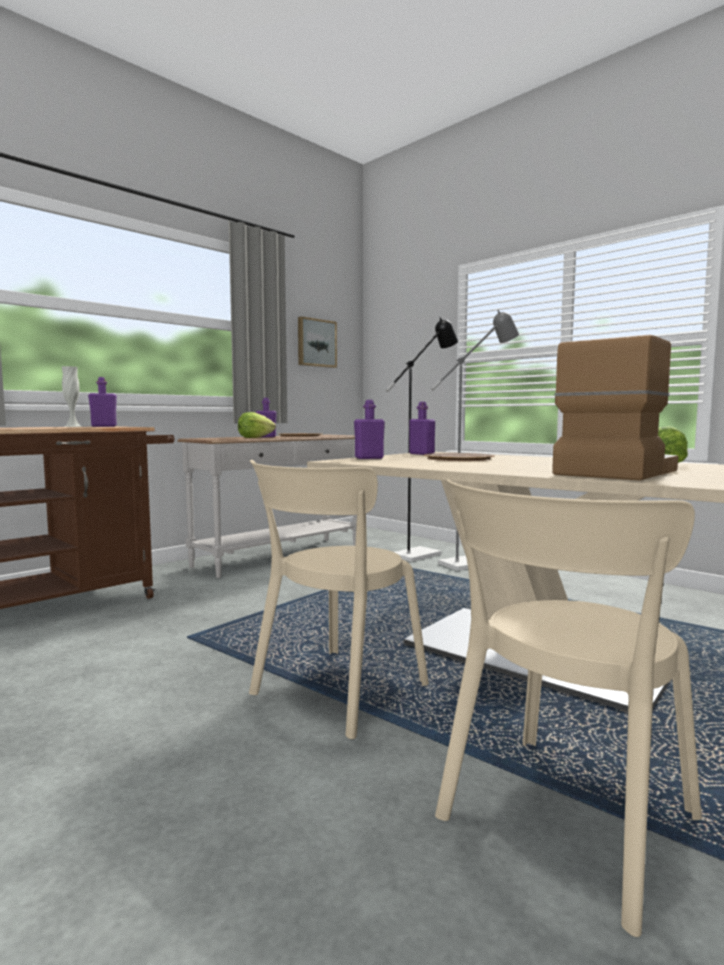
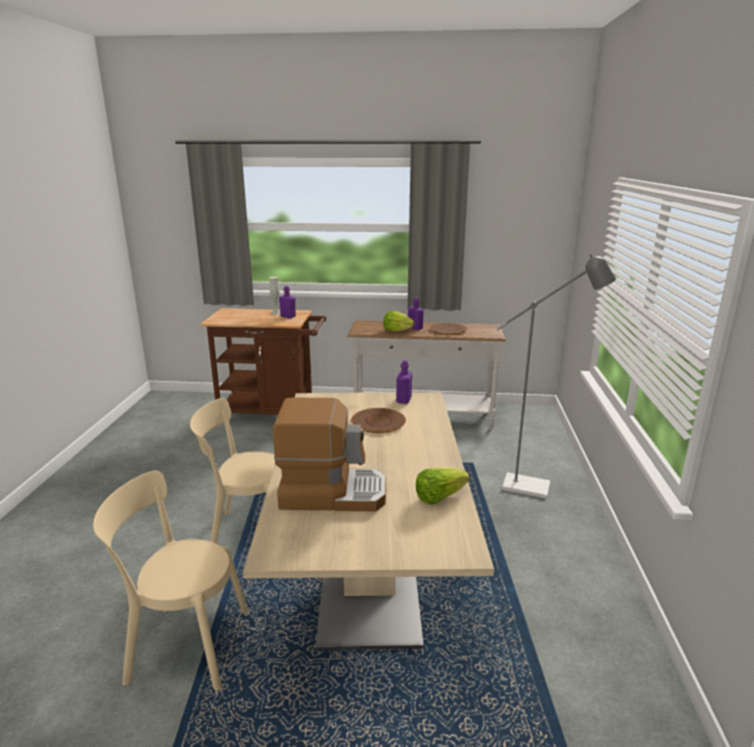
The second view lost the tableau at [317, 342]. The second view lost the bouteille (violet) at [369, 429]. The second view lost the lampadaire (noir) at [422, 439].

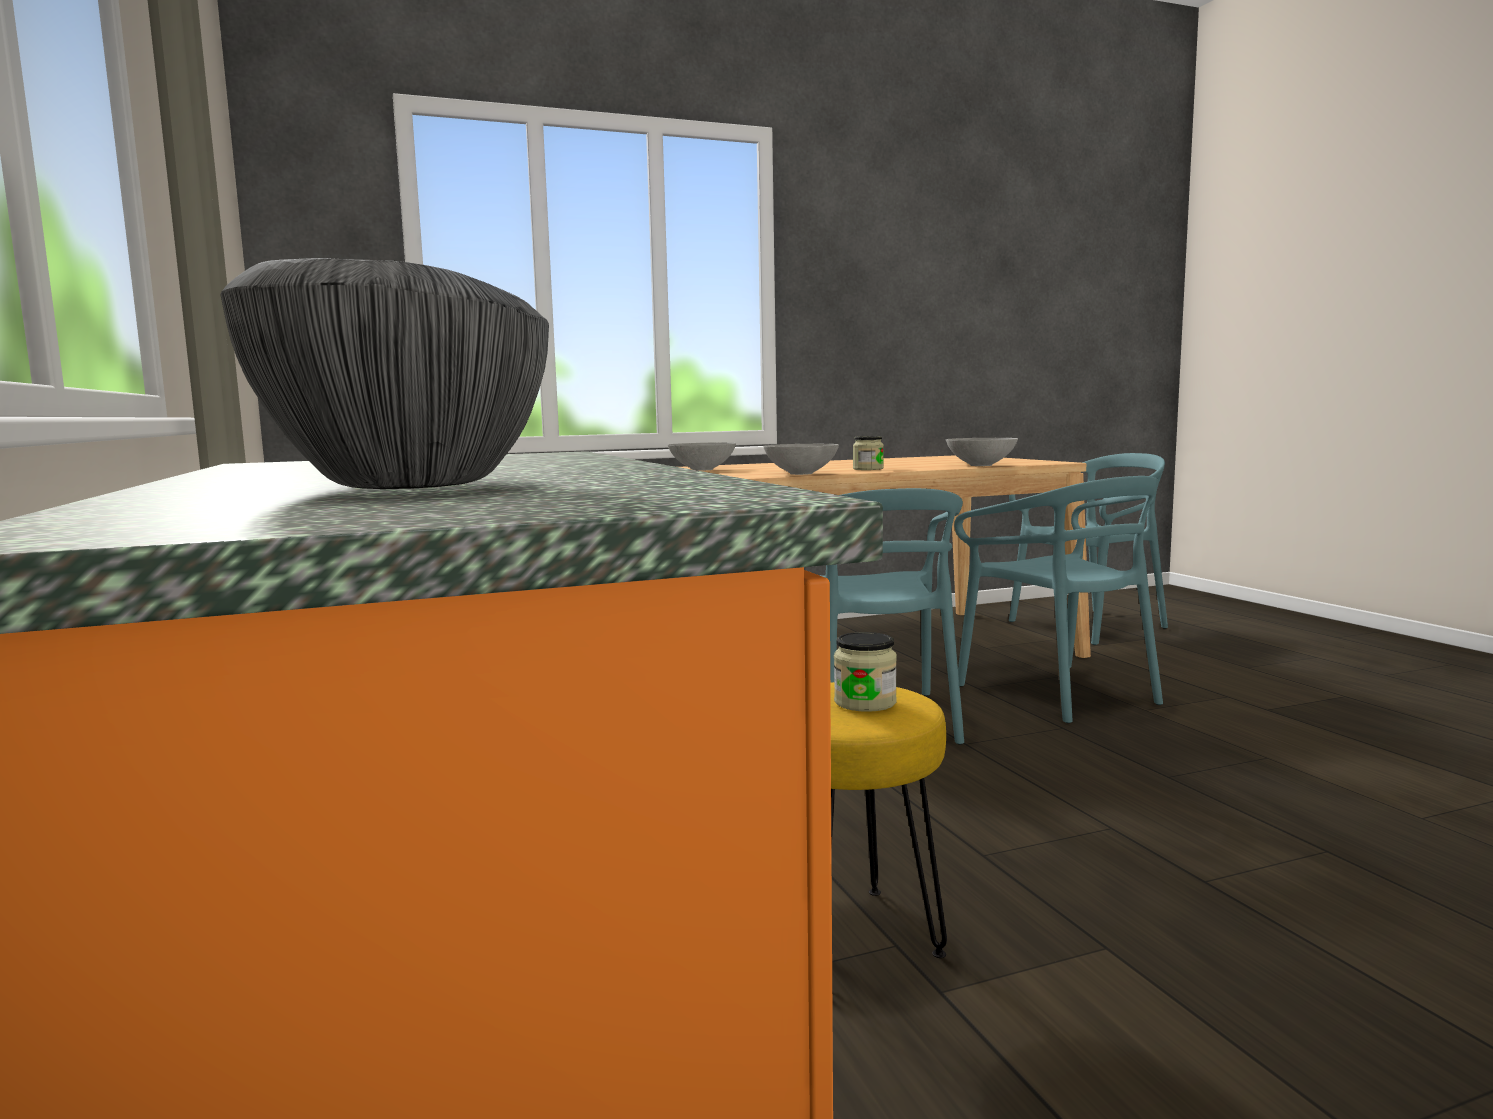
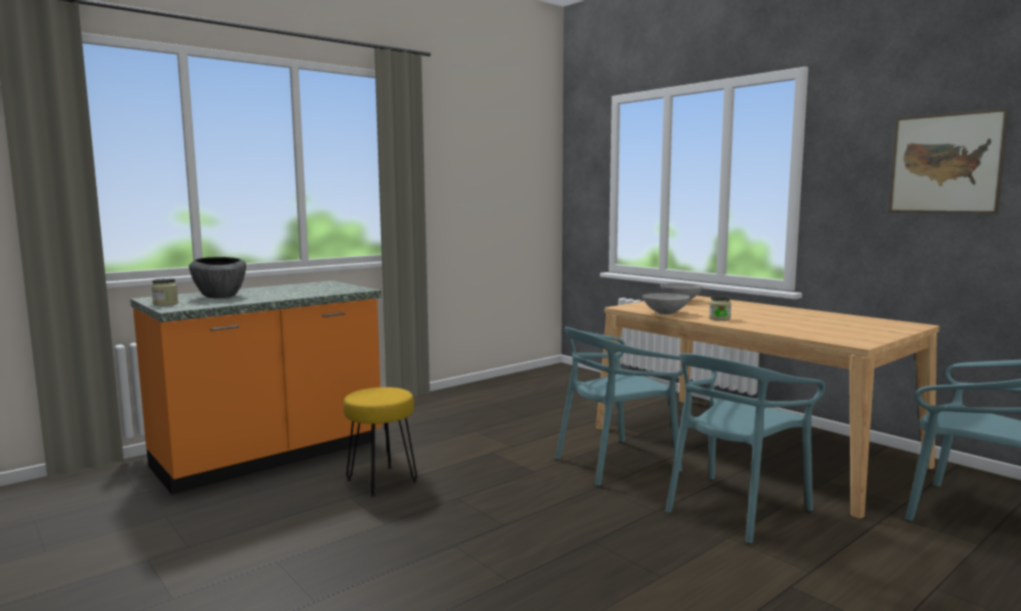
The bocal ended up elsewhere, having gone from [865, 672] to [164, 292]. The second view gained the tableau at [948, 161]. The second view lost the bol (gris) at [982, 452].

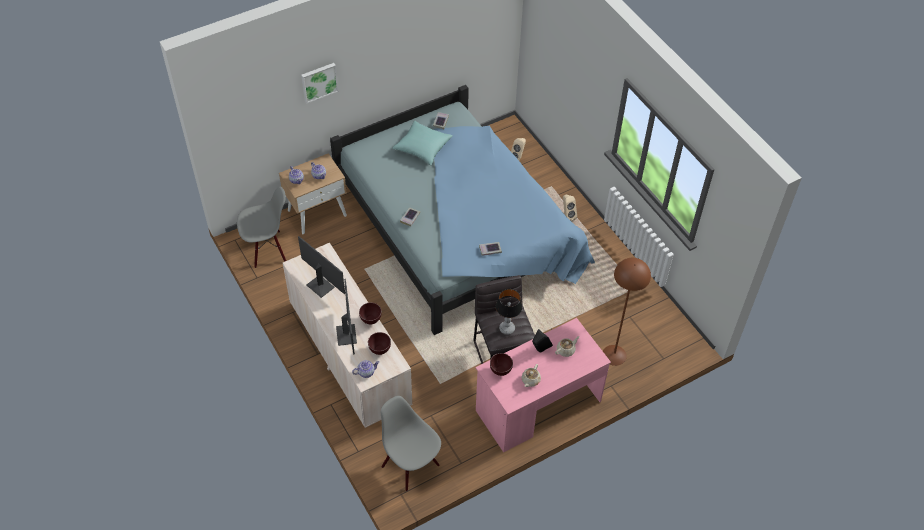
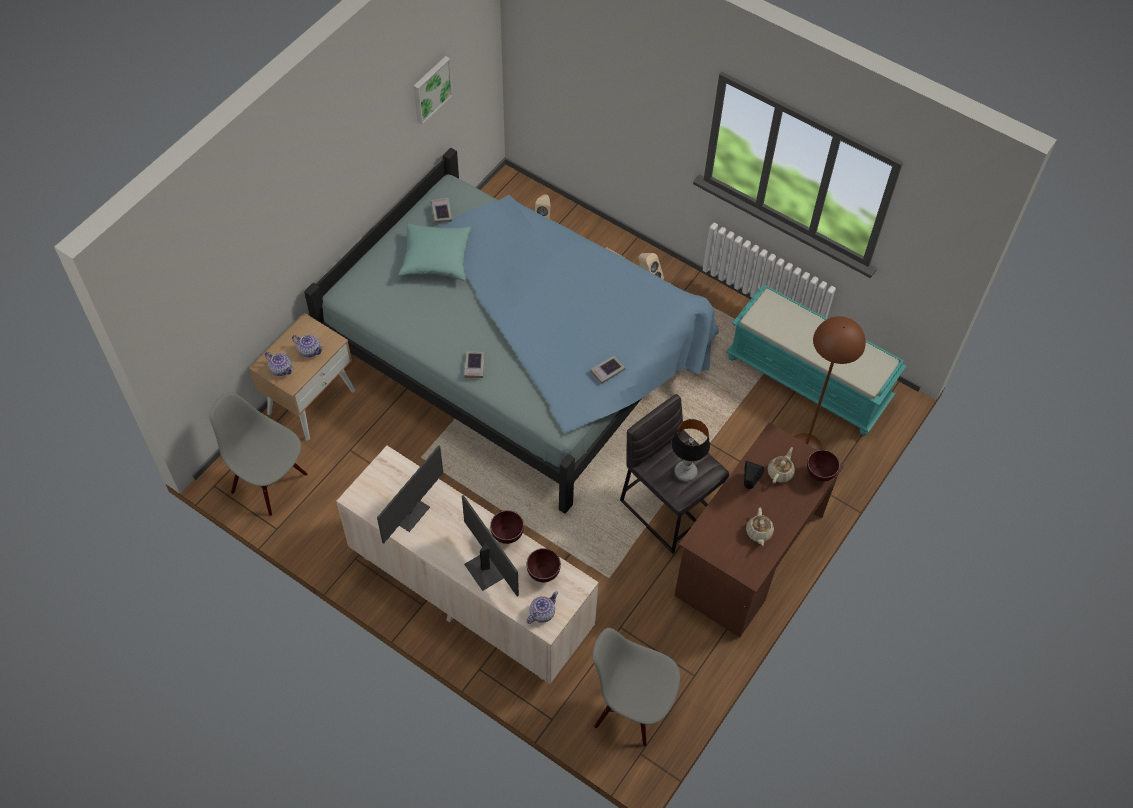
The chaise (gris) at [261, 227] ended up facing another way, 105 degrees counterclockwise from before. The écran d'ordinateur at [321, 267] ended up facing another way, 105 degrees clockwise from before. The tableau ended up elsewhere, having gone from [319, 83] to [433, 90]. What was the bureau (rose) at [543, 385] turned into the bureau (marron) at [759, 529]. The second view gained the banc (turquoise) at [816, 360]. The bol (marron) ended up elsewhere, having gone from [501, 364] to [823, 466].

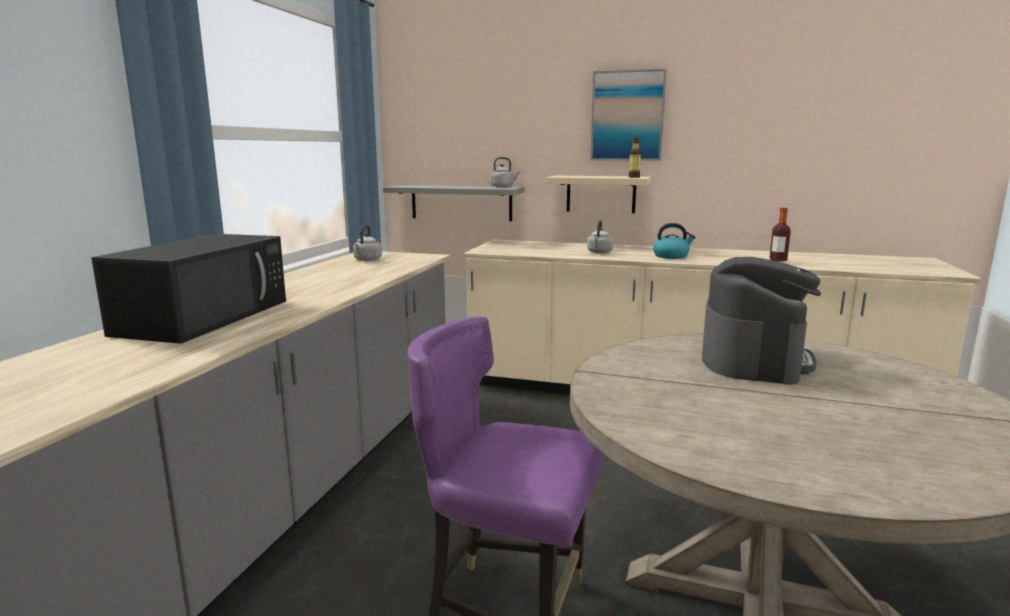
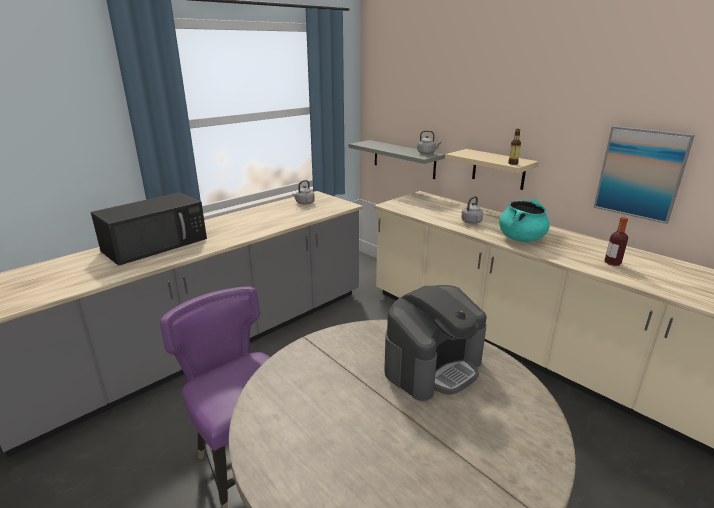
Where the bouilloire stood at [674, 241], the marmite (turquoise) came to stand at [524, 221]. The tableau ended up elsewhere, having gone from [628, 115] to [644, 175].

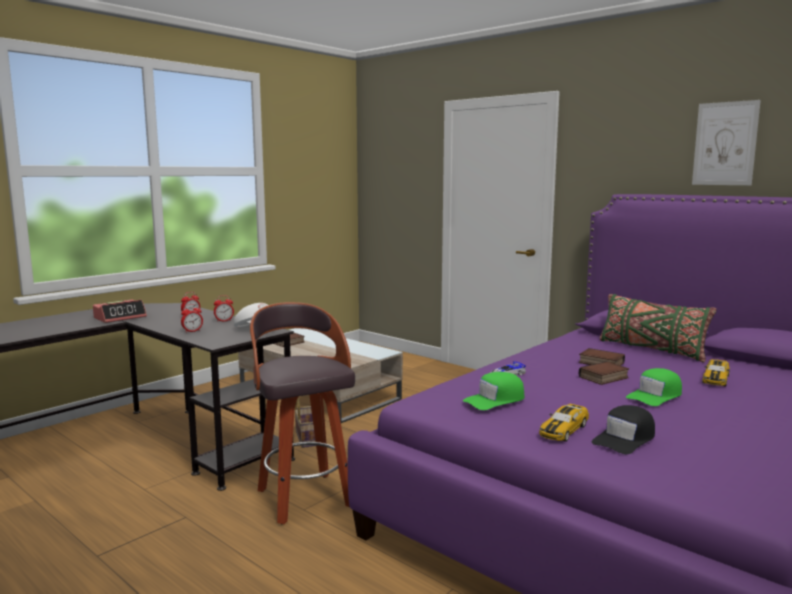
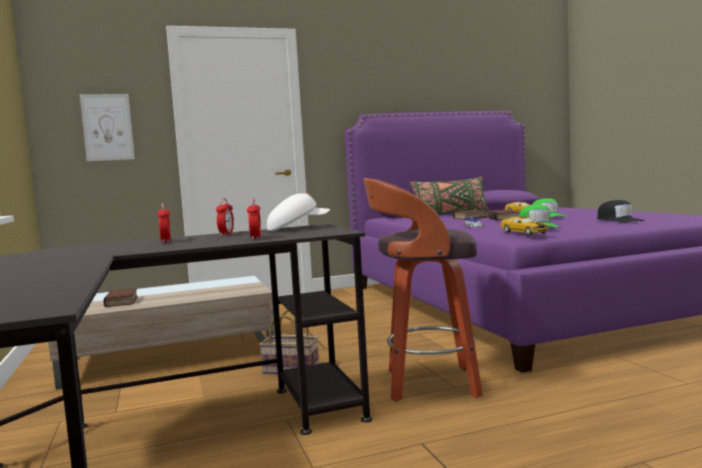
The tableau ended up elsewhere, having gone from [726, 142] to [107, 127]. The petite voiture ended up elsewhere, having gone from [564, 423] to [524, 225]. The second view lost the réveil at [120, 311].

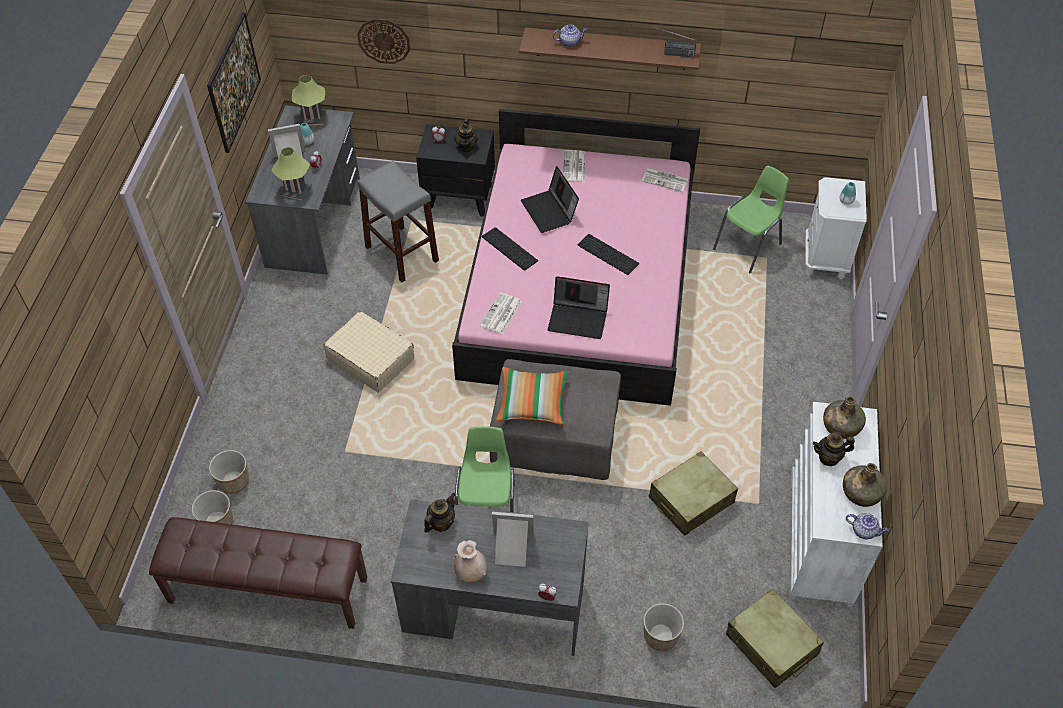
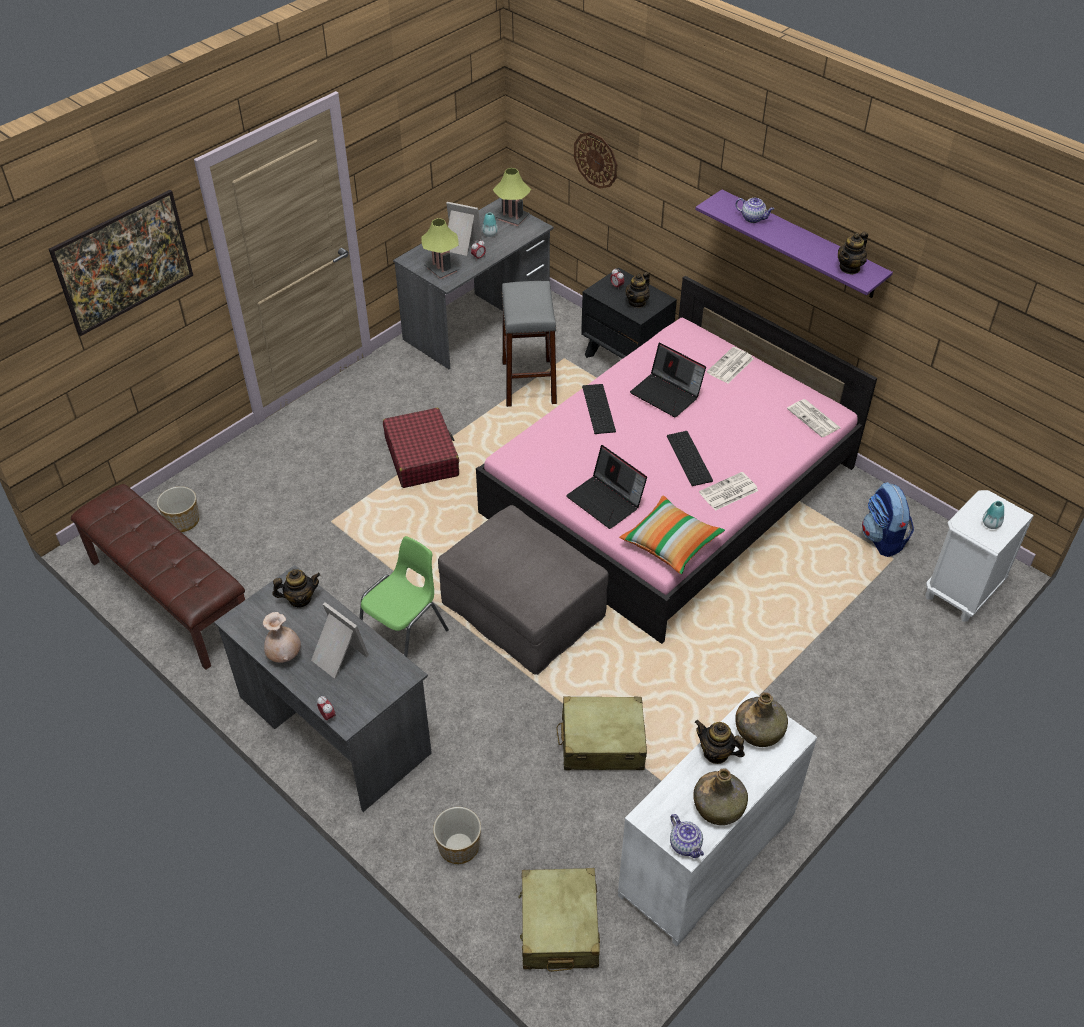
The tableau ended up elsewhere, having gone from [234, 82] to [121, 263]. What was the valise (beige) at [368, 351] turned into the valise (rouge) at [421, 448]. The coussin ended up elsewhere, having gone from [532, 396] to [672, 535]. The ordinateur portable at [550, 199] ended up facing another way, 60 degrees counterclockwise from before. What was the étagère (marron) at [610, 48] turned into the étagère (violet) at [794, 244]. The journal ended up elsewhere, having gone from [501, 313] to [728, 491]. Where the radio stood at [673, 41], the théière came to stand at [853, 253]. Where the chaise (vert) stood at [751, 219], the sac à dos came to stand at [888, 519]. The second view lost the cache-pot at [229, 472].

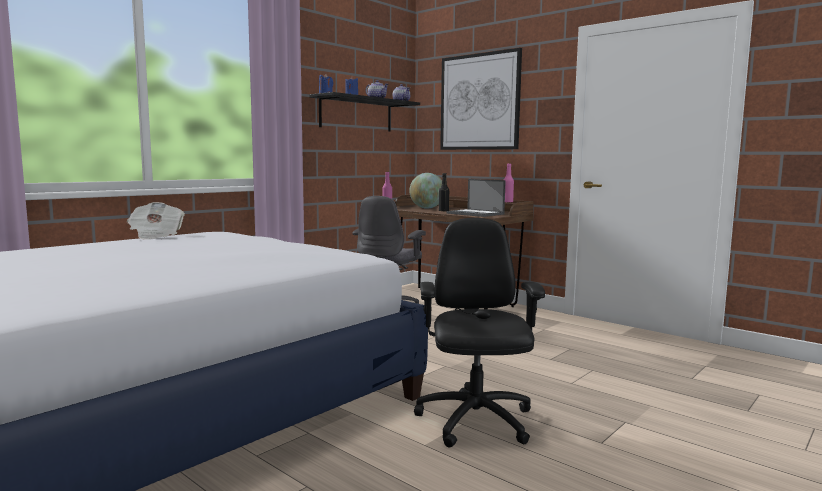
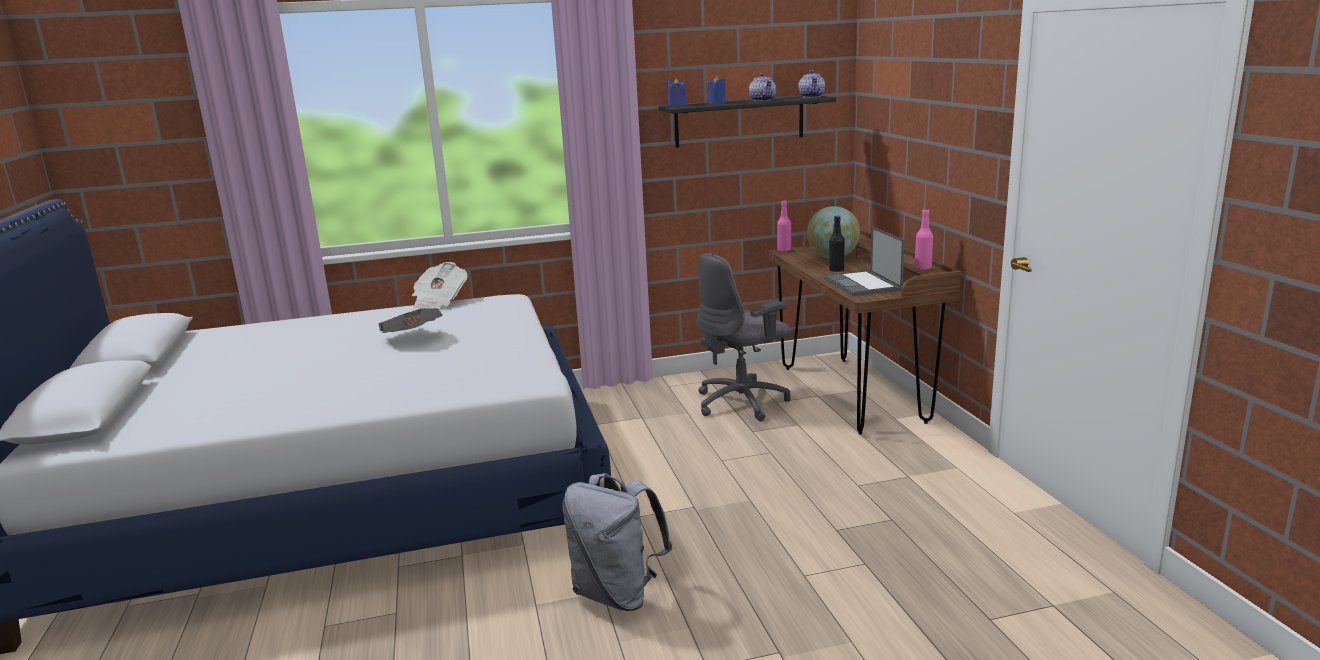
The second view gained the journal at [410, 320]. Where the chaise de bureau (noir) stood at [479, 333], the sac à dos (gris) came to stand at [617, 542]. The second view lost the tableau at [481, 99].

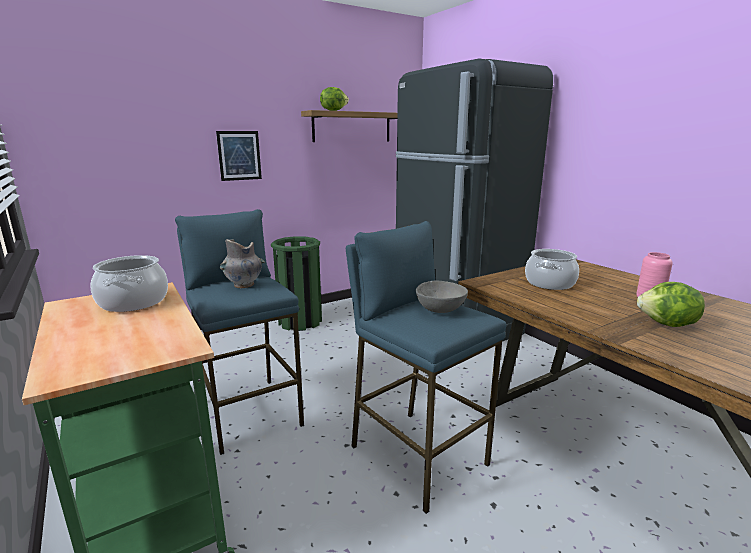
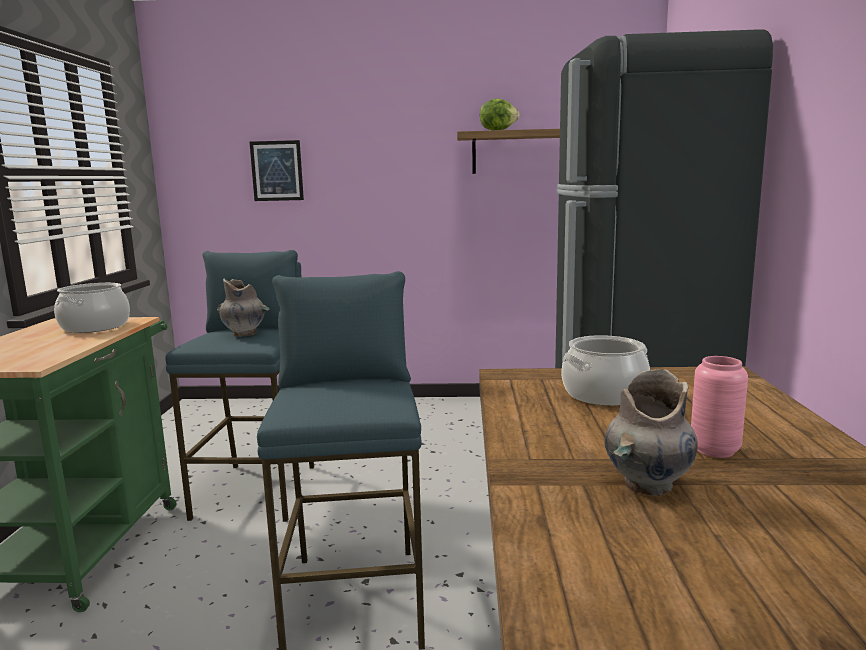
The tableau ended up elsewhere, having gone from [239, 156] to [277, 170]. Where the laitue stood at [671, 304], the vase (gris) came to stand at [651, 432]. The second view lost the poubelle (vert) at [296, 283]. The second view lost the bol (gris) at [442, 297].

